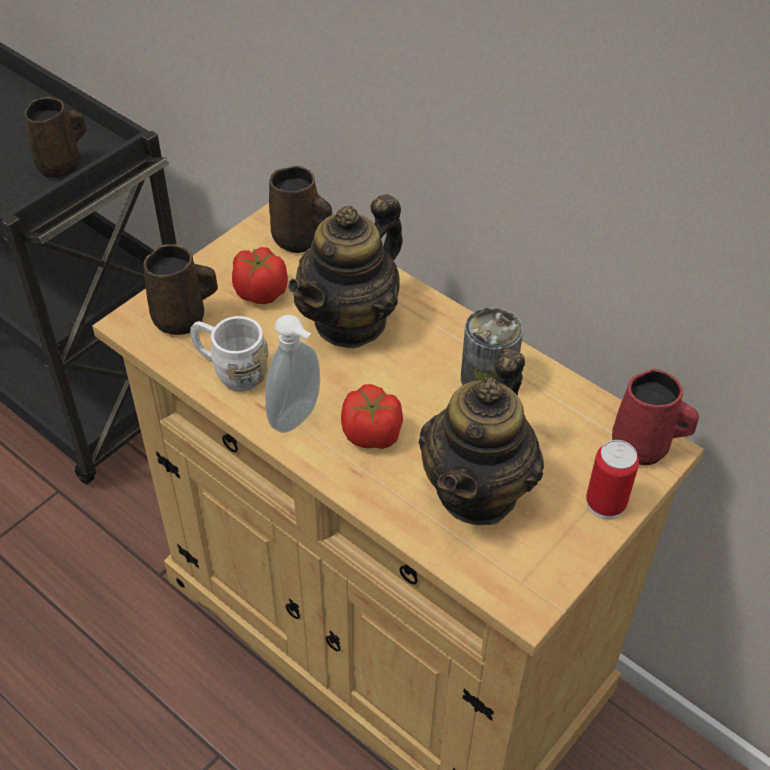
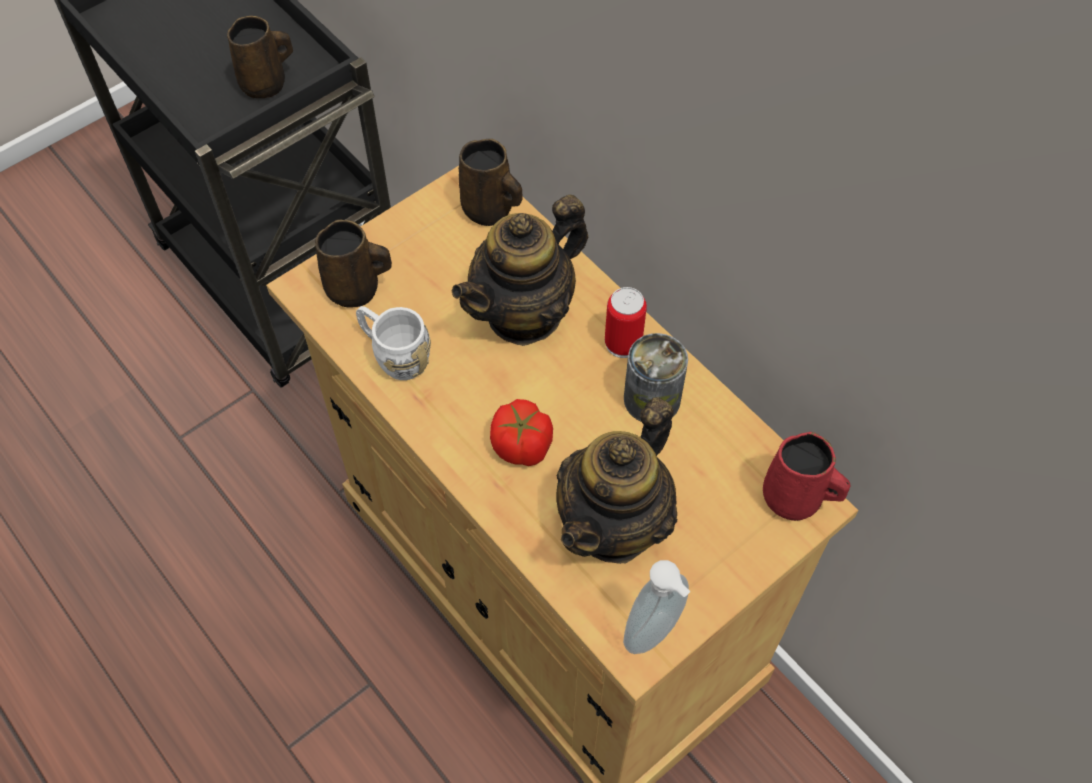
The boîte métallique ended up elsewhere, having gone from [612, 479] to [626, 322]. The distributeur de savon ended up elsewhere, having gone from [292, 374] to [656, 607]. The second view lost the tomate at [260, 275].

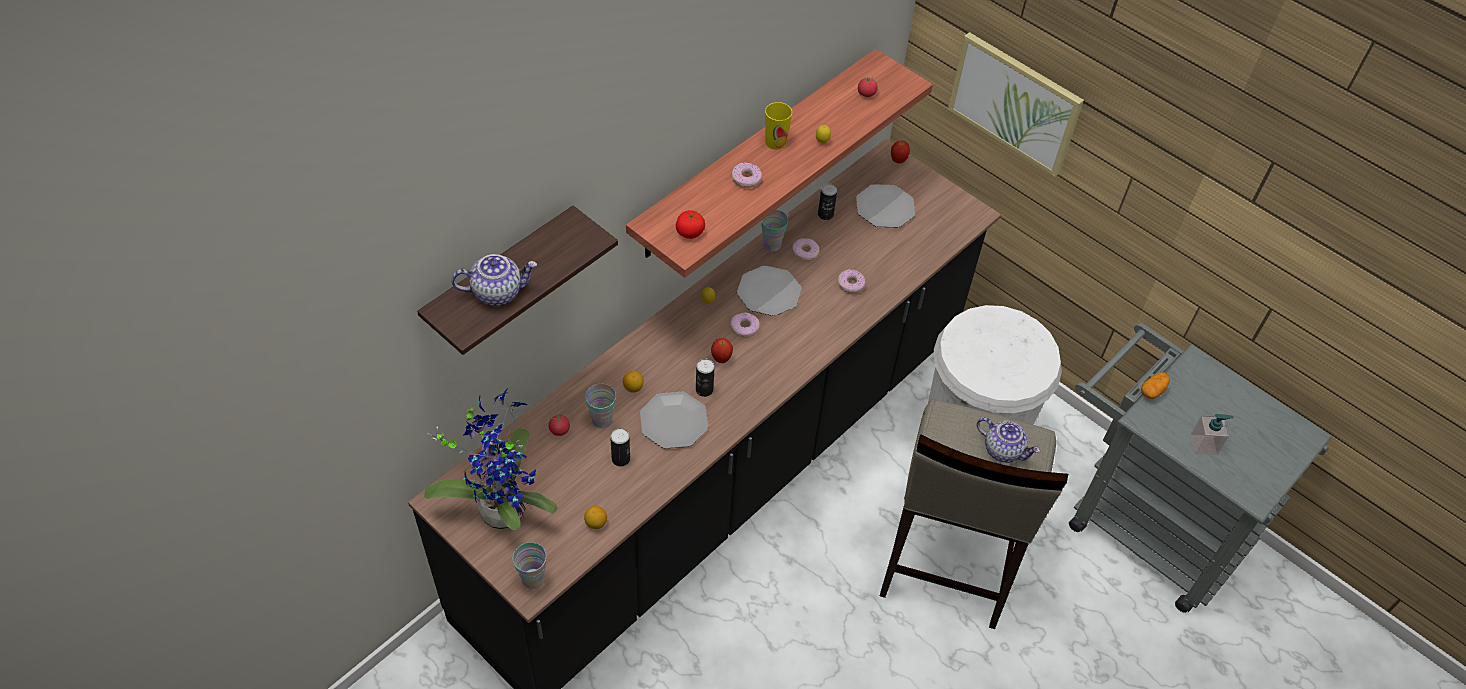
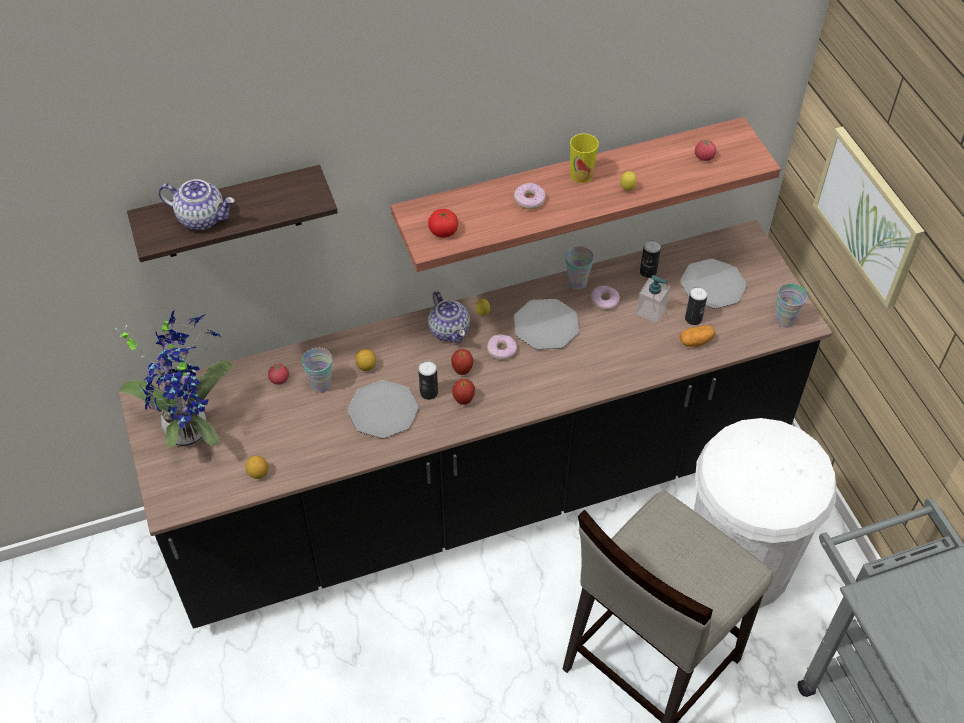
The théière ended up elsewhere, having gone from [1008, 440] to [449, 317]. The pomme ended up elsewhere, having gone from [900, 151] to [463, 392]. The distributeur de savon ended up elsewhere, having gone from [1212, 434] to [653, 299]. The pomme de terre ended up elsewhere, having gone from [1155, 385] to [697, 336]. The boîte métallique ended up elsewhere, having gone from [620, 447] to [696, 306]. The tasse ended up elsewhere, having gone from [529, 565] to [791, 306]. The second view lost the beignet at [851, 281].

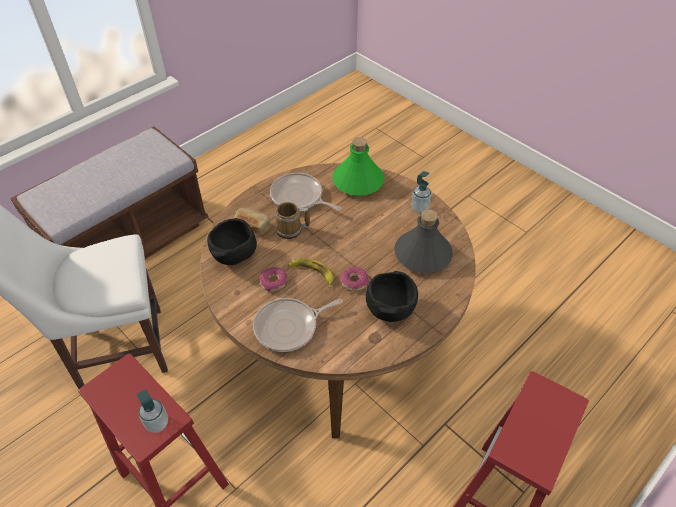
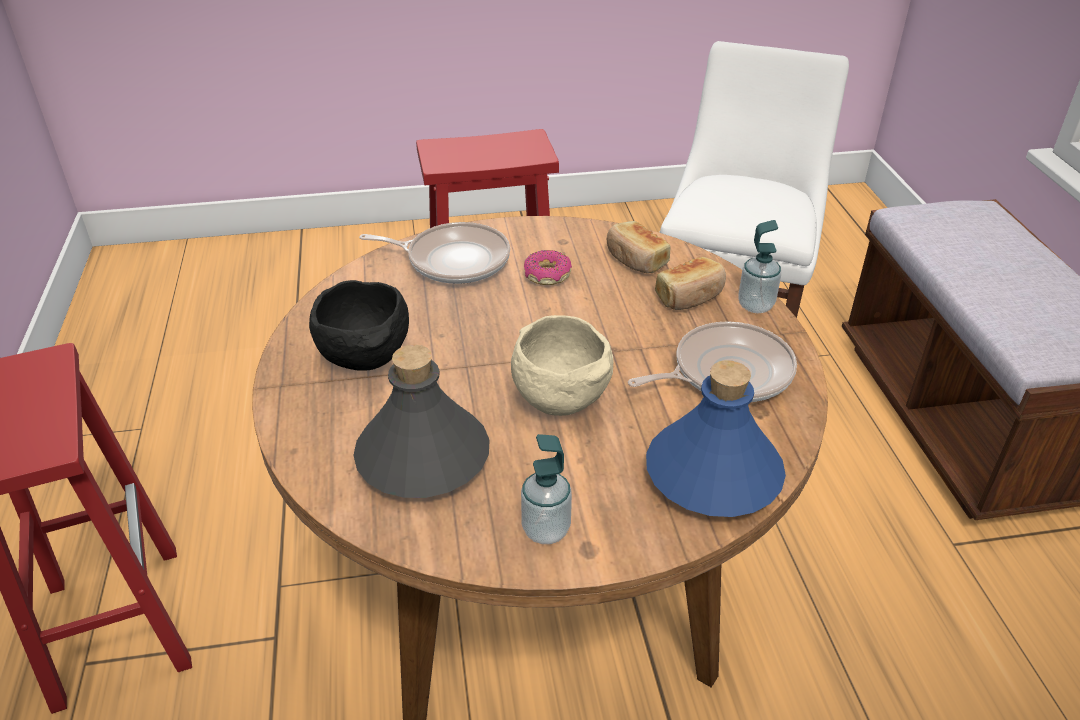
The poêle at [298, 325] ended up facing another way, 90 degrees clockwise from before. The second view gained the bol (beige) at [562, 365]. Where the bol (noir) stood at [232, 241], the pain came to stand at [639, 247]. What was the bouteille (vert) at [358, 166] turned into the bouteille (bleu) at [716, 438]. The distributeur de savon ended up elsewhere, having gone from [152, 411] to [759, 266]. The second view lost the mug at [293, 220]. The second view lost the banane at [311, 273]. The second view lost the beignet at [355, 279].

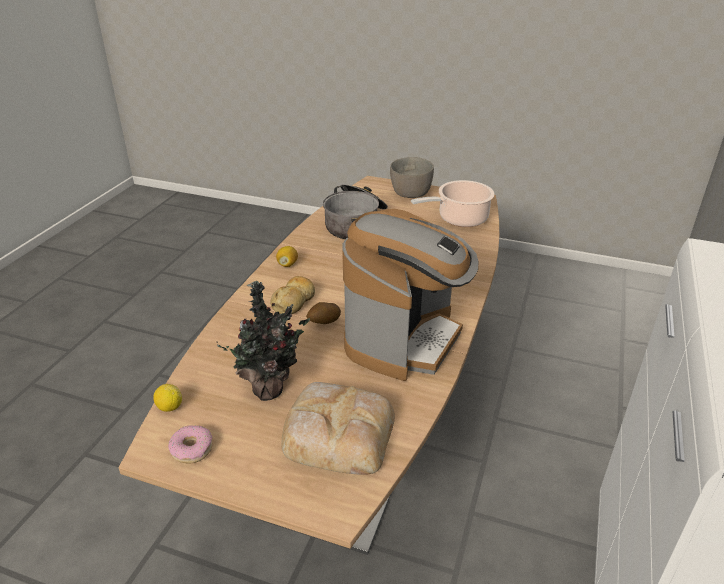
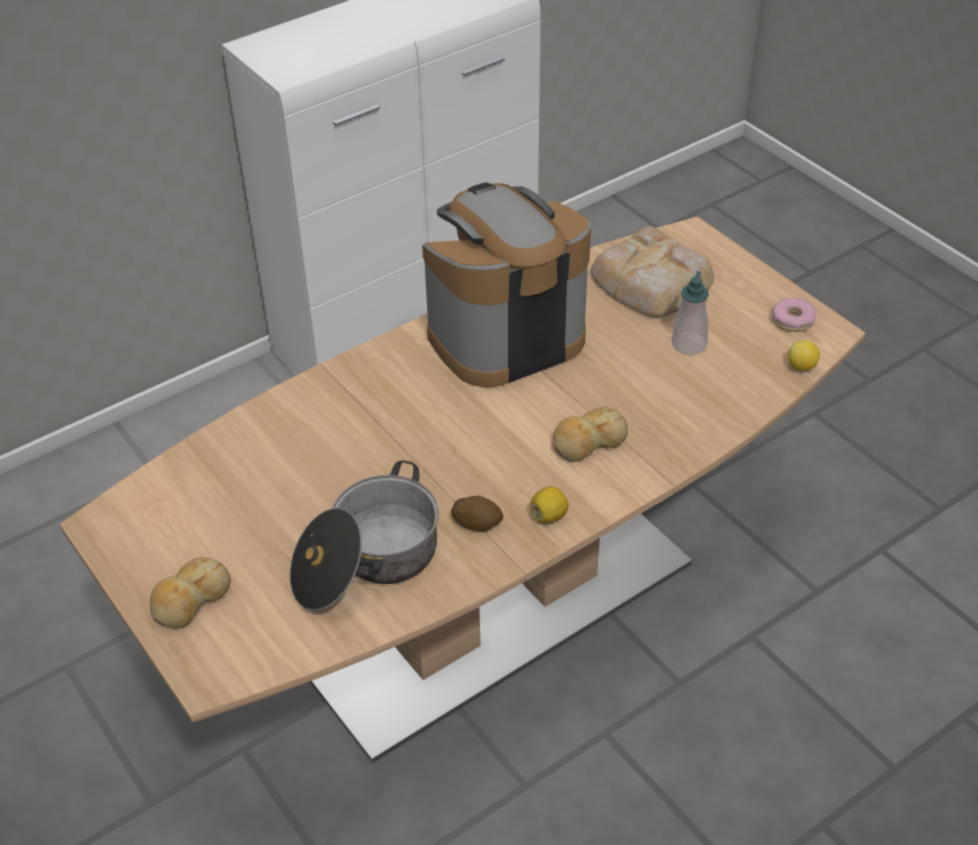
Where the bol (gris) stood at [412, 177], the pain came to stand at [190, 593]. The pomme de terre ended up elsewhere, having gone from [323, 313] to [477, 514]. Where the plante en pot stood at [263, 341], the distributeur de savon came to stand at [690, 313]. The second view lost the marmite at [452, 203].

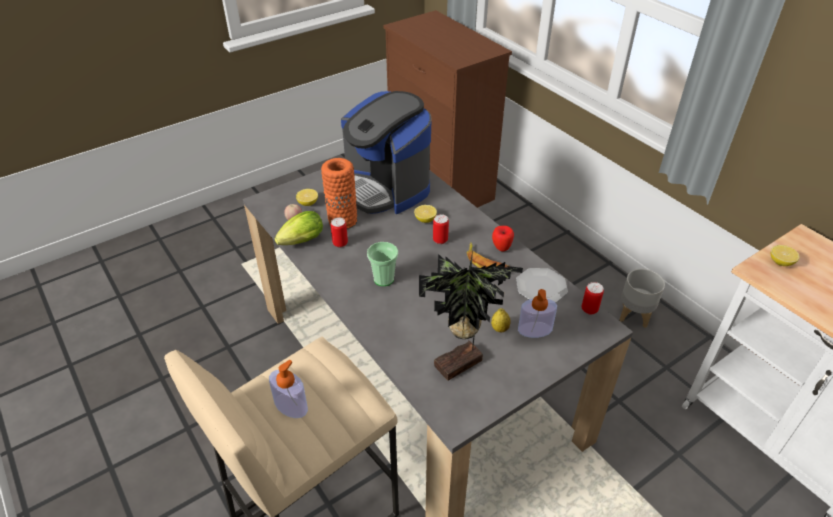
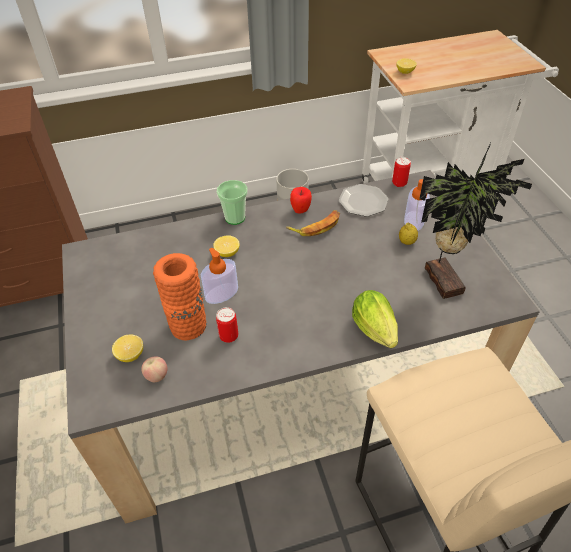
The distributeur de savon ended up elsewhere, having gone from [288, 389] to [219, 276]. The tasse ended up elsewhere, having gone from [382, 264] to [232, 202]. The laitue ended up elsewhere, having gone from [298, 228] to [375, 319]. The second view lost the machine à café at [386, 152]. The second view lost the boîte métallique at [441, 229].

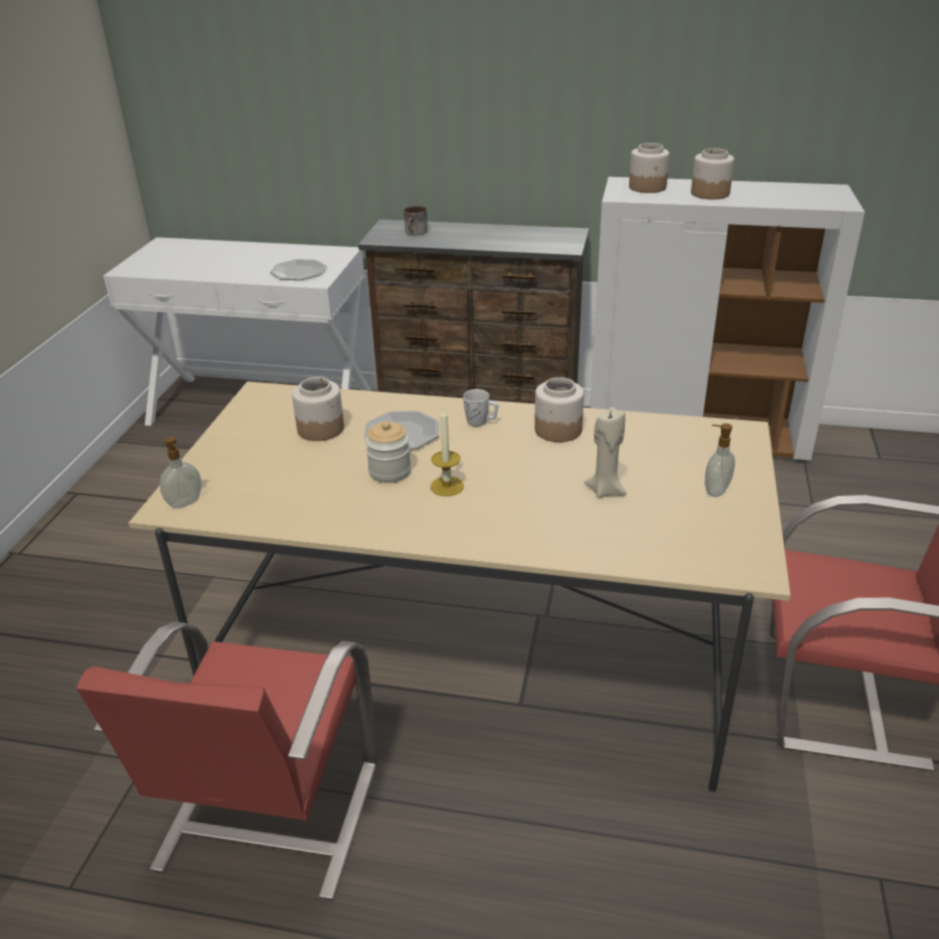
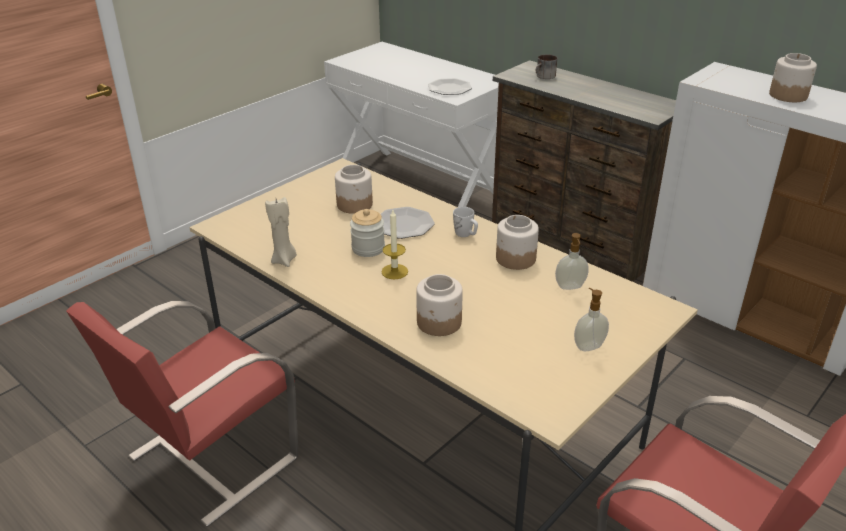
The bougie (beige) ended up elsewhere, having gone from [605, 453] to [281, 232]. The bocal ended up elsewhere, having gone from [649, 168] to [439, 305]. The distributeur de savon ended up elsewhere, having gone from [181, 472] to [572, 261].

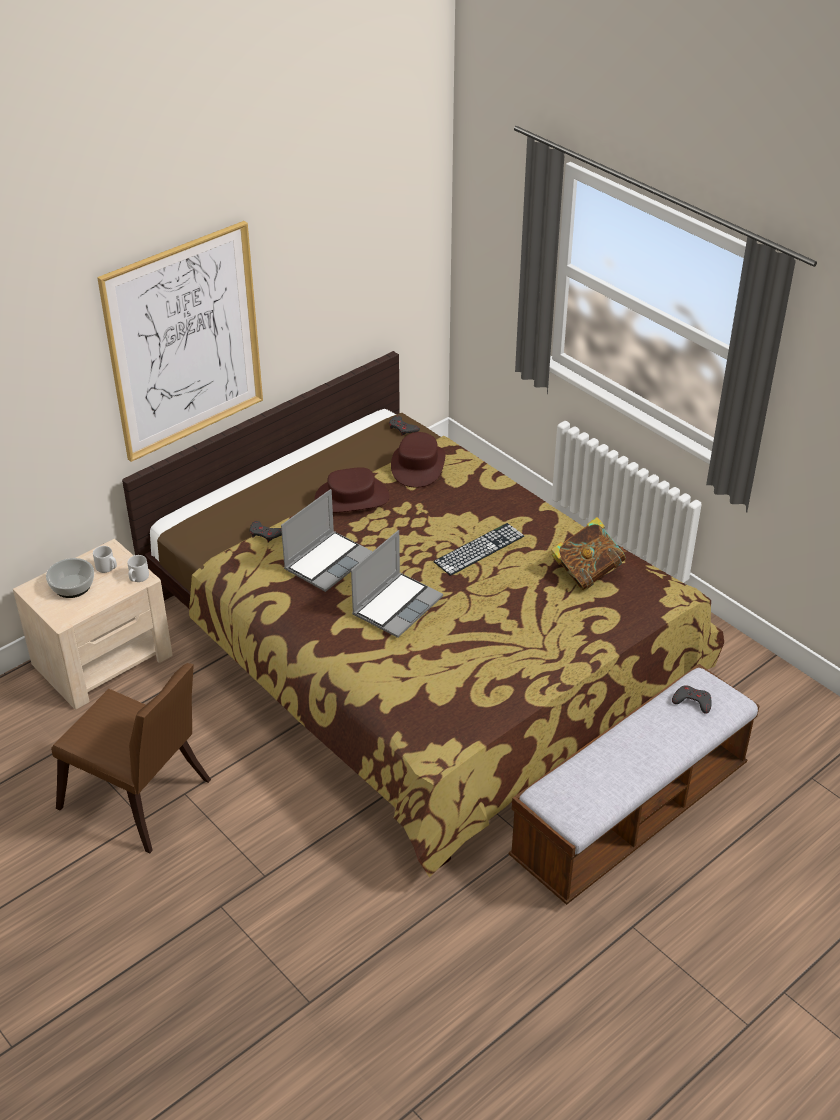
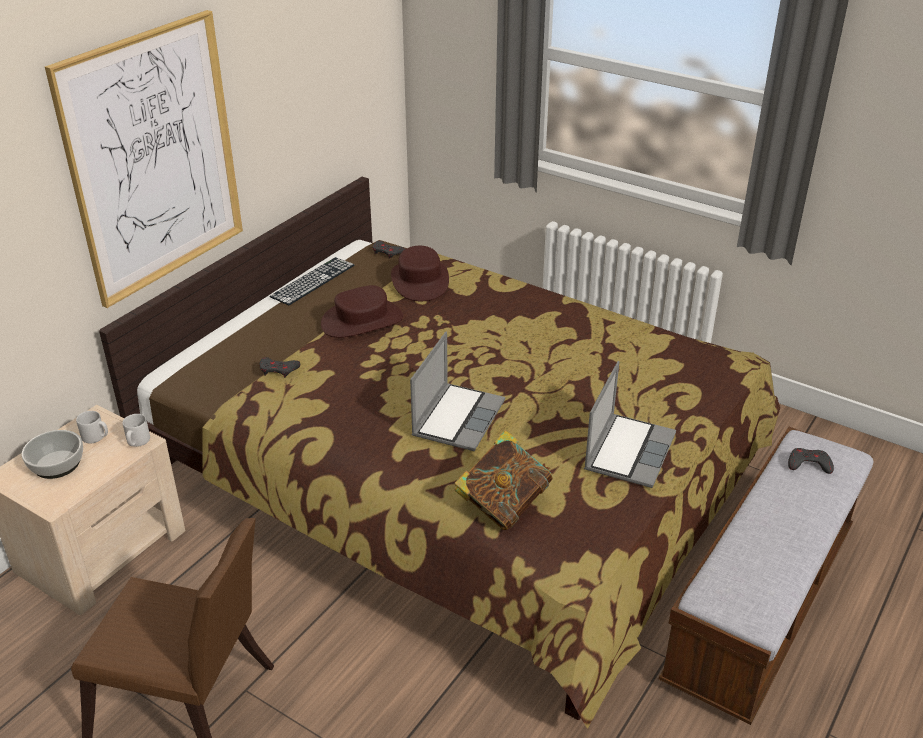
The clavier ended up elsewhere, having gone from [478, 549] to [312, 281]. The livre ended up elsewhere, having gone from [588, 553] to [503, 480]. The ordinateur portable ended up elsewhere, having gone from [327, 540] to [630, 424].

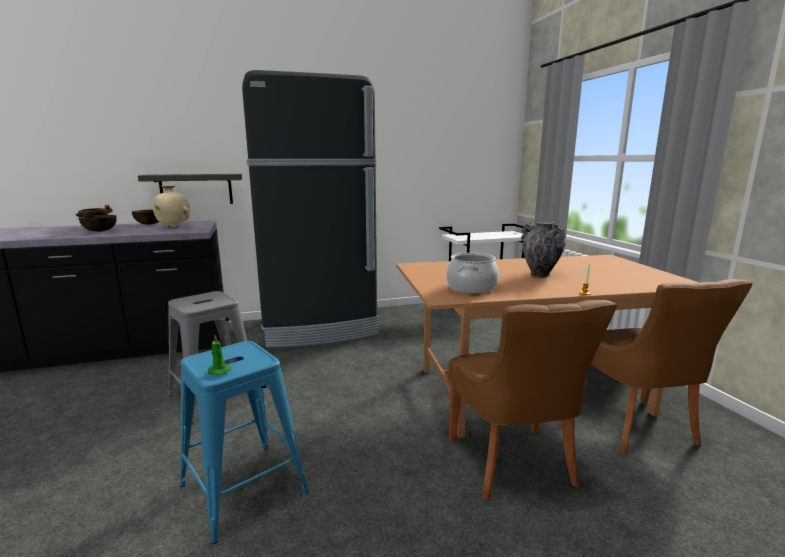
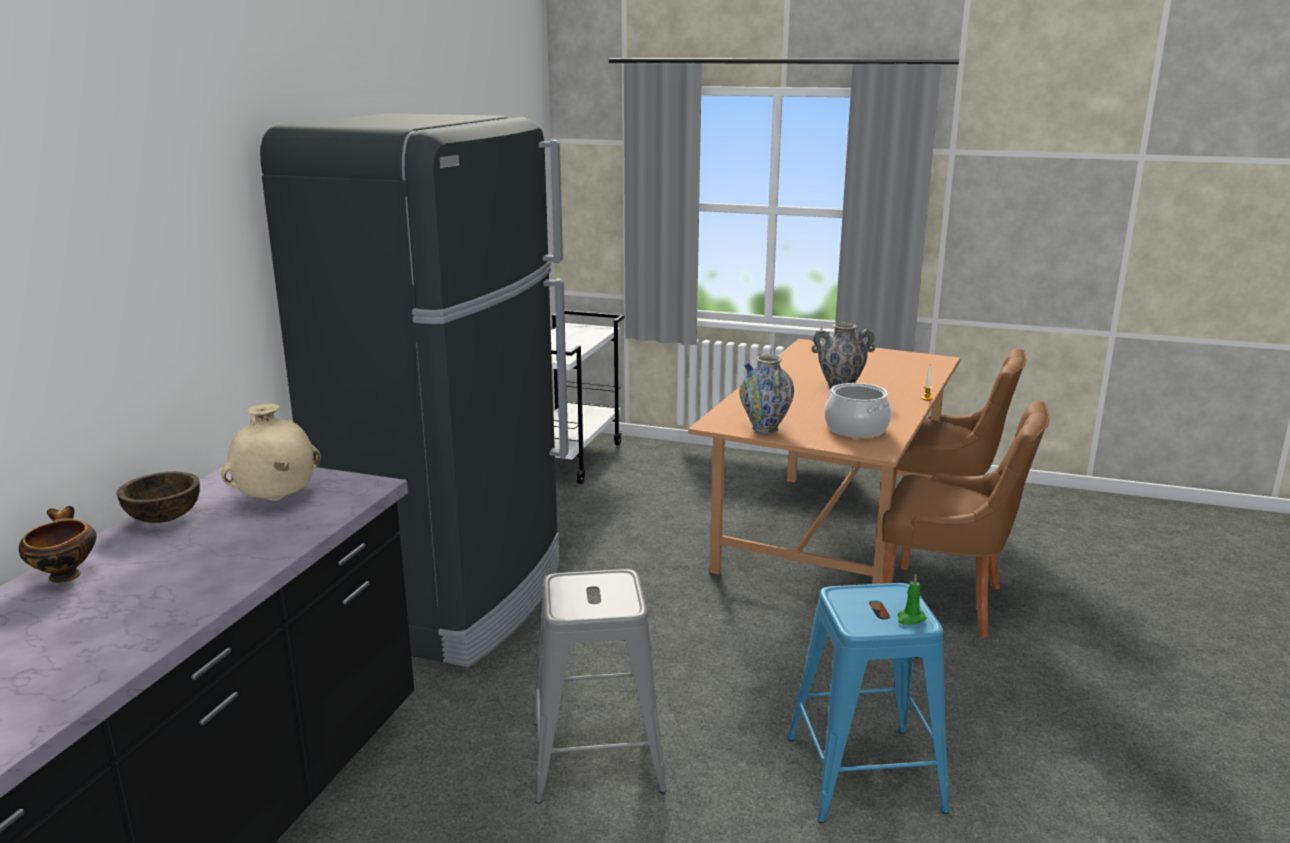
The second view gained the vase at [766, 394]. The second view lost the bol (marron) at [97, 223]. The second view lost the étagère at [190, 189].

